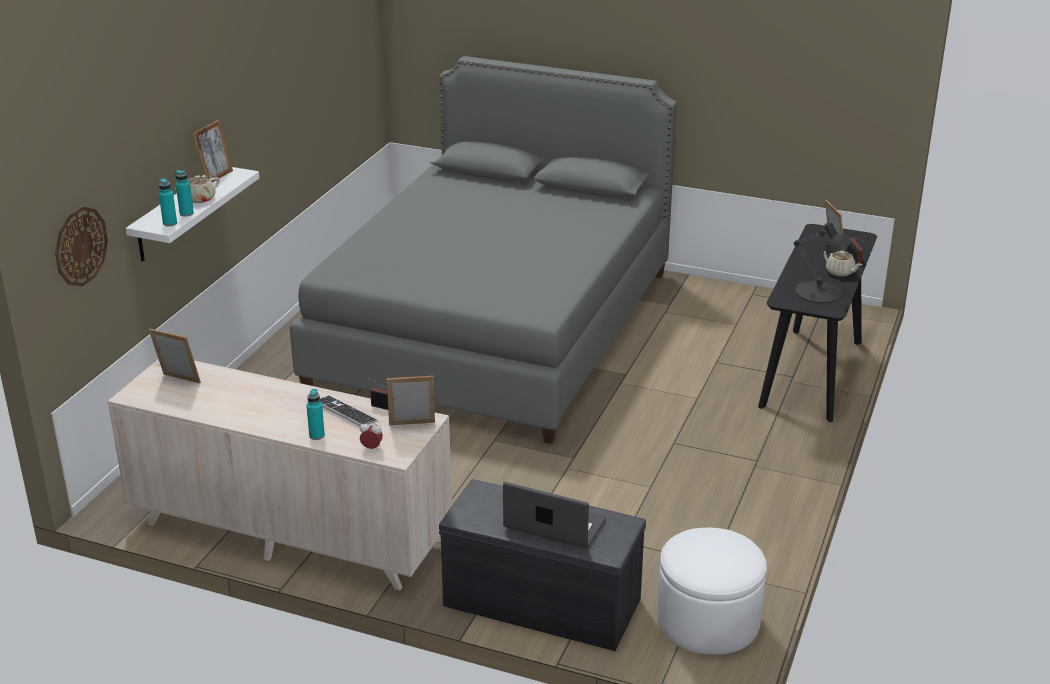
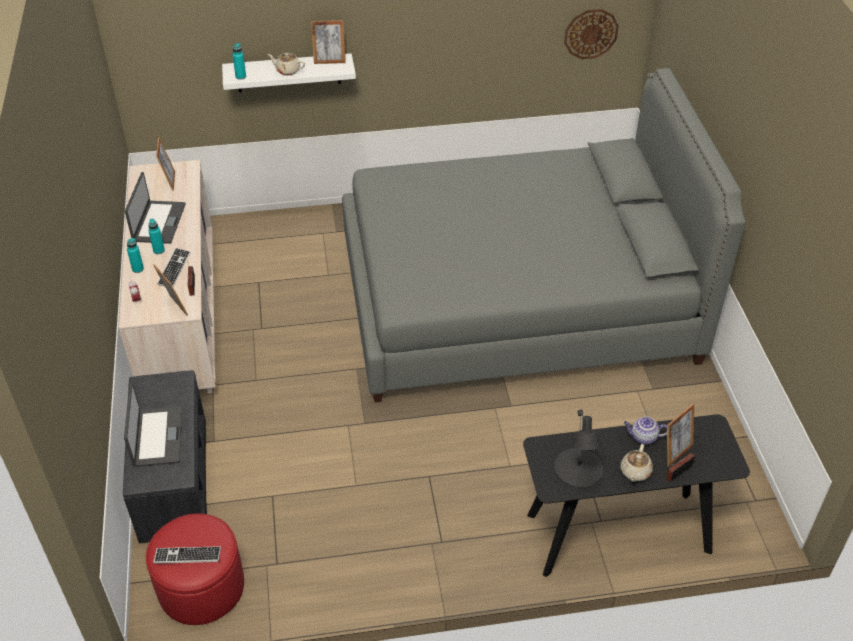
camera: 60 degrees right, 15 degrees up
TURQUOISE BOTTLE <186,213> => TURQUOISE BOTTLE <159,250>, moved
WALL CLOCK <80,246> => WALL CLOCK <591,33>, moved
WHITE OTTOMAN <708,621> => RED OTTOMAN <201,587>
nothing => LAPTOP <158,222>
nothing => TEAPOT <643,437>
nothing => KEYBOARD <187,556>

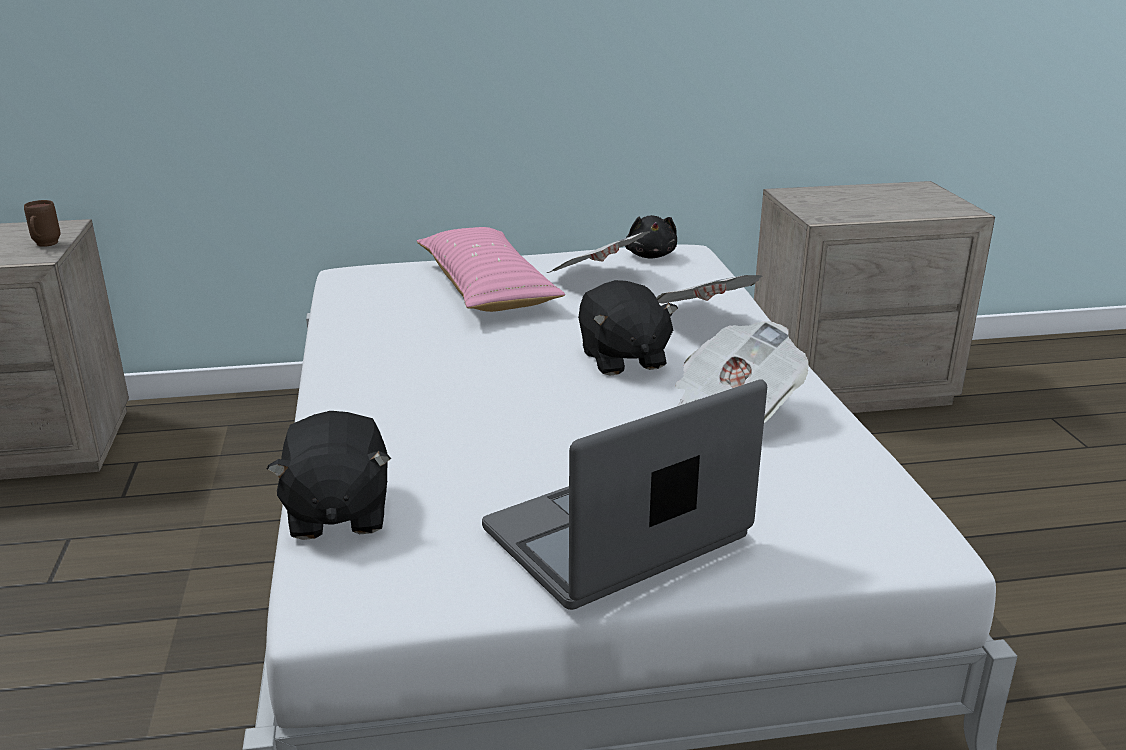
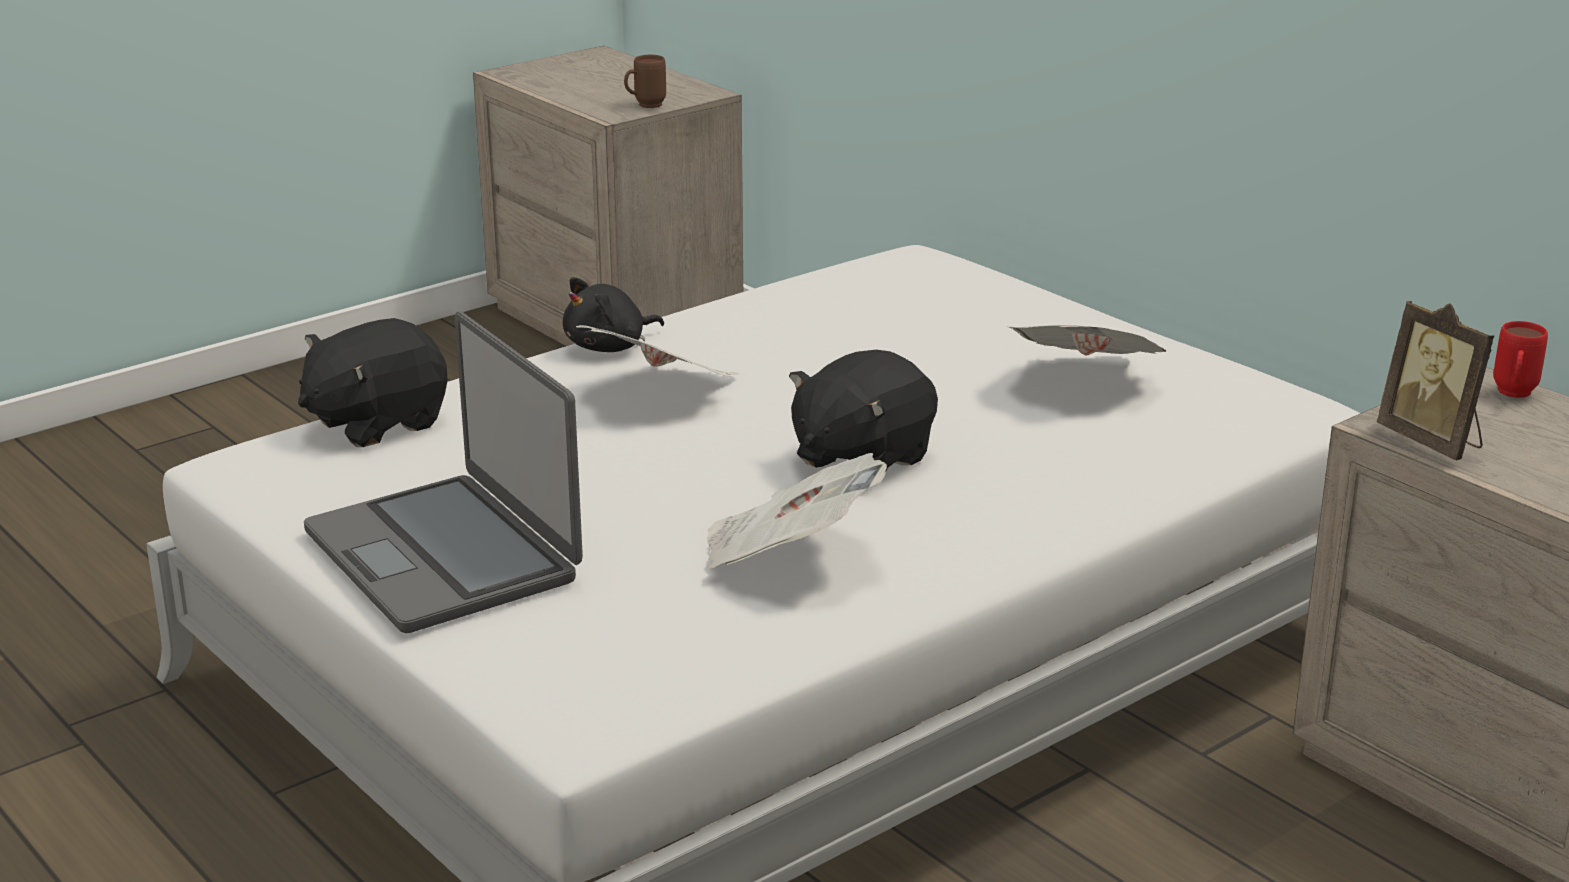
camera: 60 degrees right, 0 degrees up
BLACK PLUSH TOY <650,255> => BLACK PLUSH TOY <610,347>, moved
PINK PILLOW <487,288> => nothing
NEWSPAPER <702,318> => NEWSPAPER <664,392>, moved
LAPTOP <618,536> => LAPTOP <444,555>, 150 degrees counterclockwise
nothing => PICTURE FRAME <1433,441>
nothing => RED MUG <1513,395>

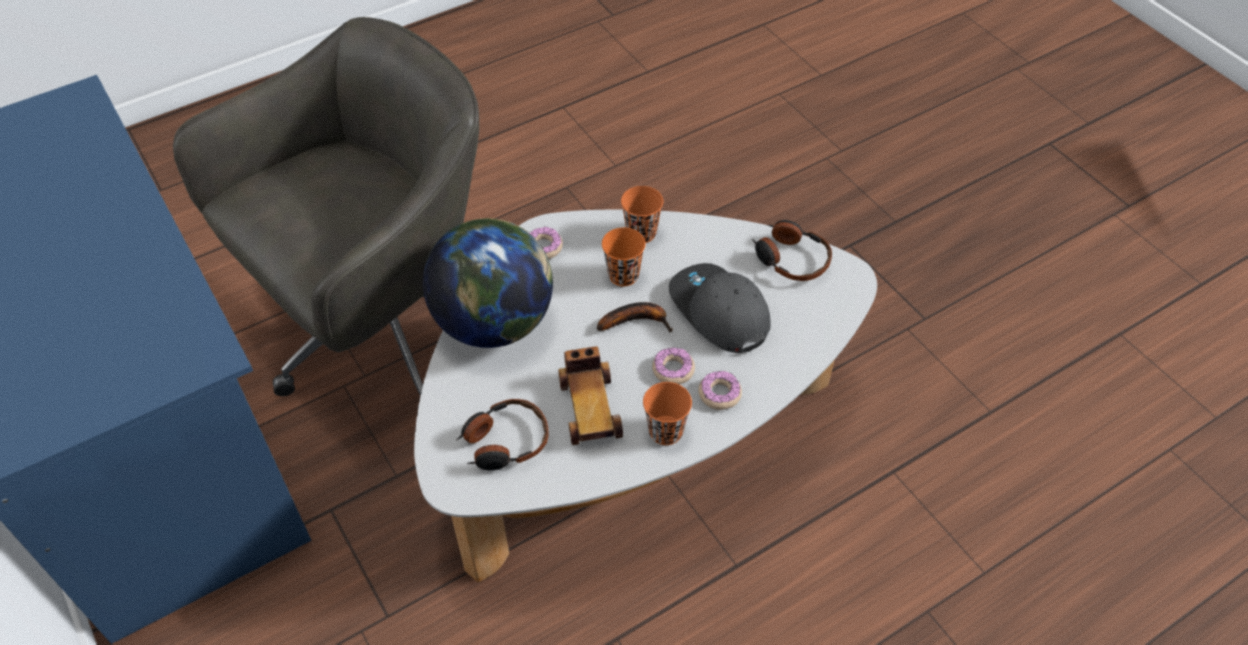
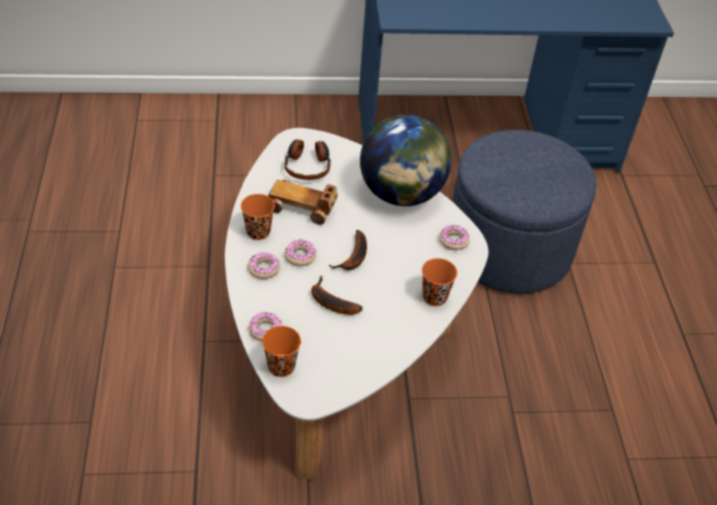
camera: 115 degrees right, 5 degrees down
GREY OFFICE CHAIR <382,330> => BLUE OTTOMAN <508,249>
HEADPHONES <790,259> => nothing
ORANGE CUP <623,275> => ORANGE CUP <281,366>, moved
GREY CAP <718,312> => BANANA <330,302>
nothing => DONUT <265,330>

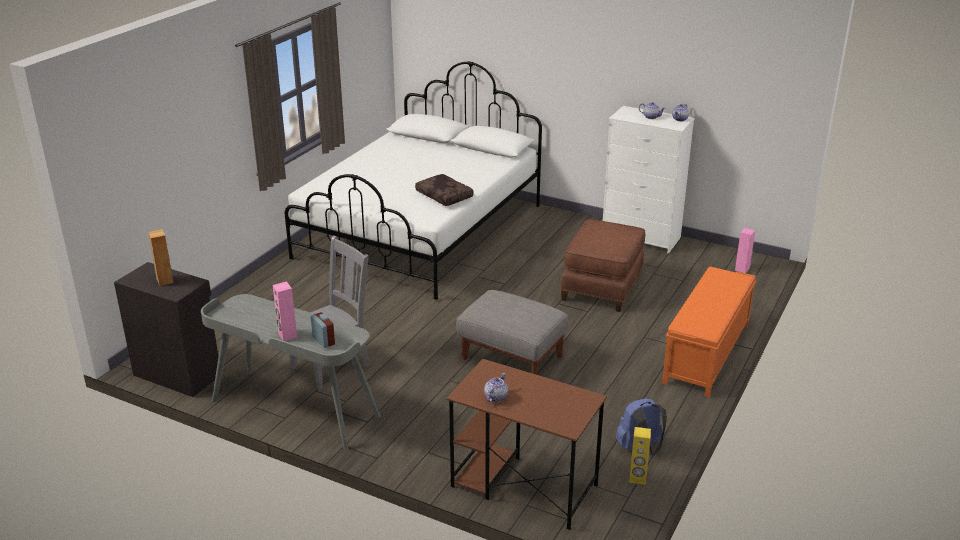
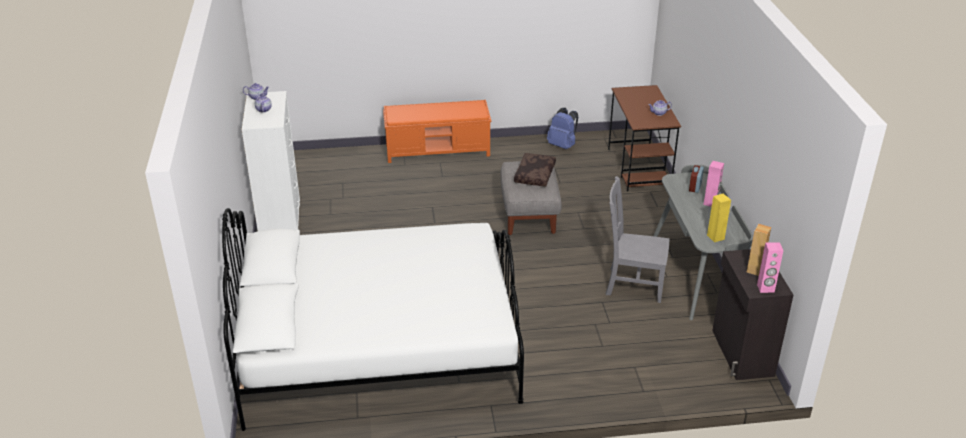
camera: 125 degrees left, 5 degrees up
BROWN PILLOW <445,196> => BROWN PILLOW <534,174>, moved
BROWN OTTOMAN <602,288> => nothing
PINK SPEAKER <742,269> => PINK SPEAKER <765,288>, moved
YELLOW SPEAKER <637,478> => YELLOW SPEAKER <715,237>, moved

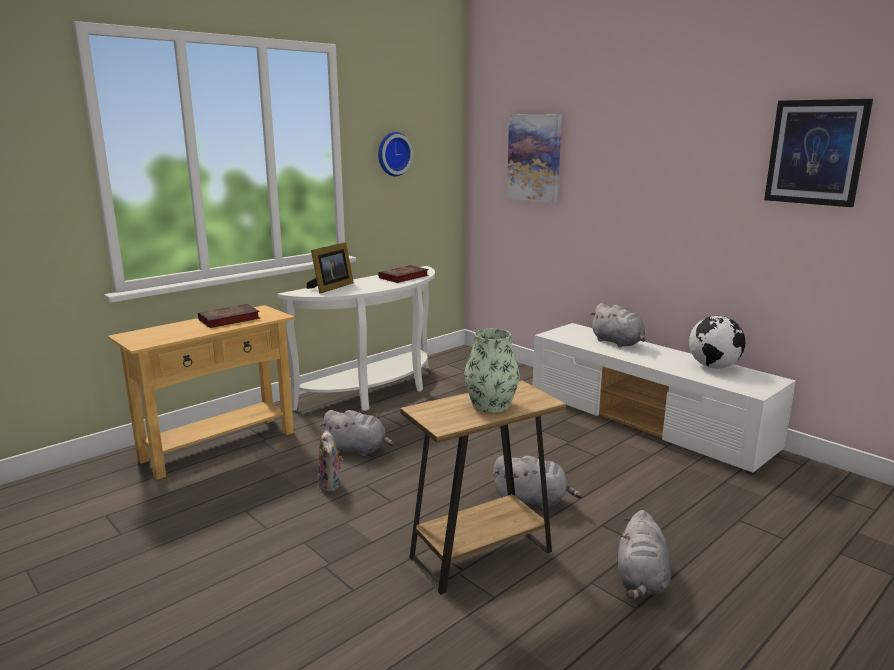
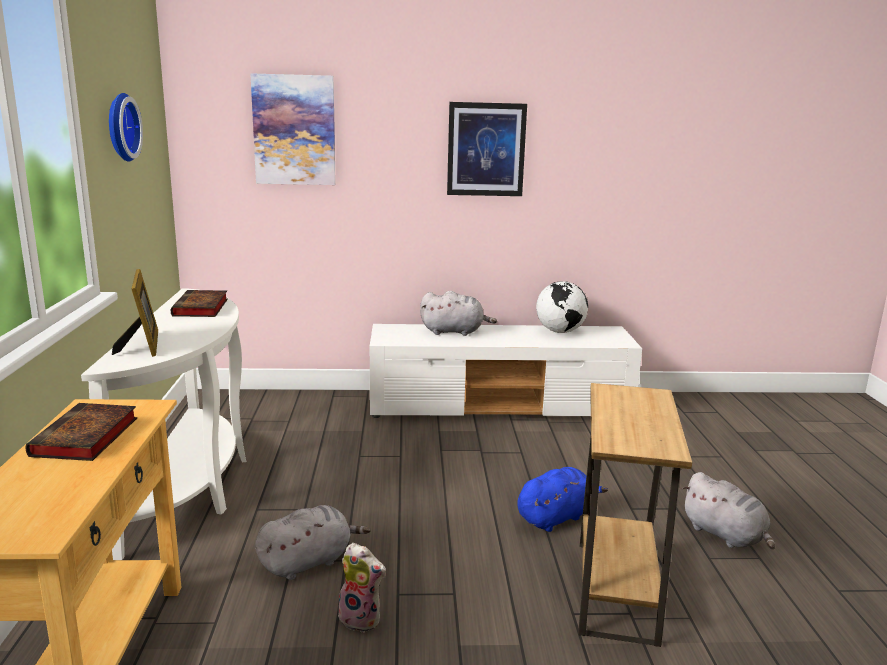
camera: 50 degrees left, 0 degrees up
PICTURE <816,152> => PICTURE <486,149>, moved
VASE <491,405> => nothing
GREY PLUSH TOY <533,500> => BLUE PLUSH TOY <556,517>

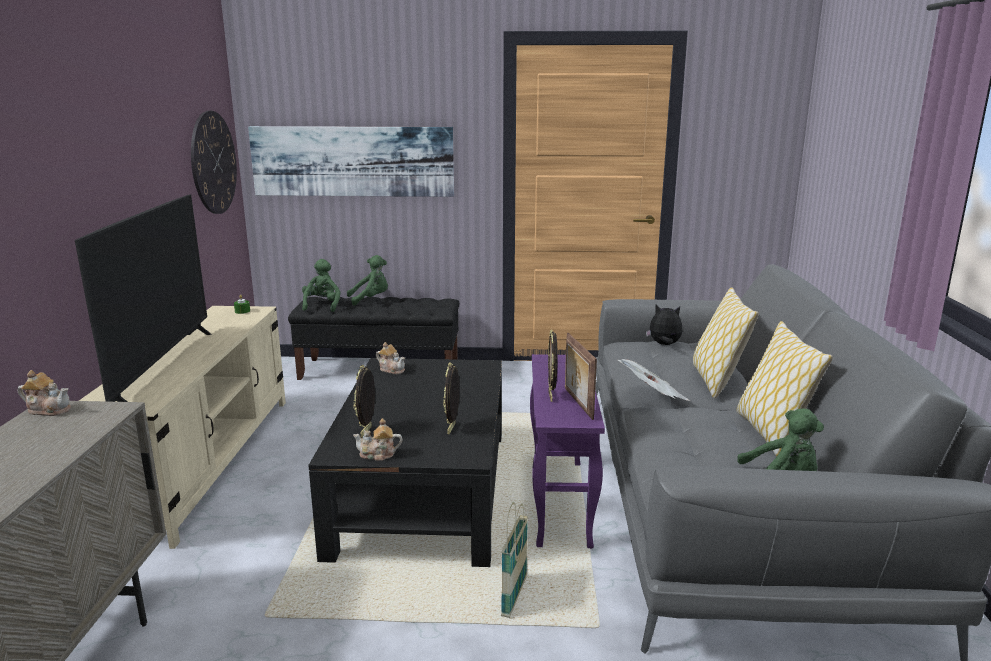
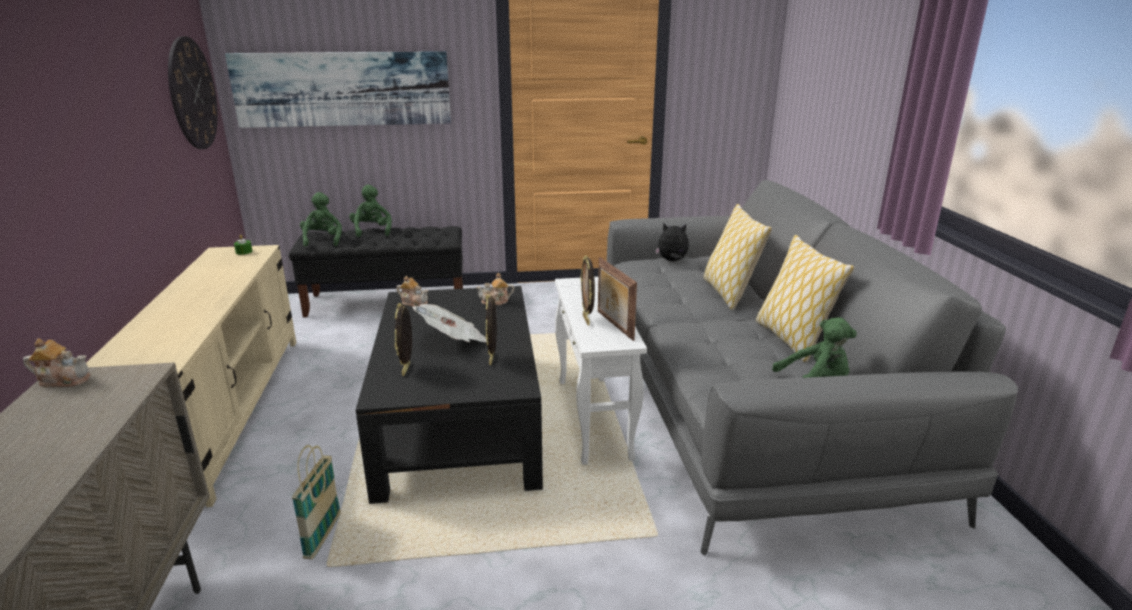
camera: 10 degrees left, 5 degrees up
TELEVISION <163,366> => nothing
GREEN PLUSH TOY <370,299> => GREEN PLUSH TOY <372,231>, 75 degrees counterclockwise
PURPLE SIDE TABLE <560,502> => WHITE SIDE TABLE <594,418>
NEWSPAPER <652,397> => NEWSPAPER <453,341>, moved
TEAPOT <378,455> => TEAPOT <495,301>, moved
BASKET <514,597> => BASKET <323,536>, moved

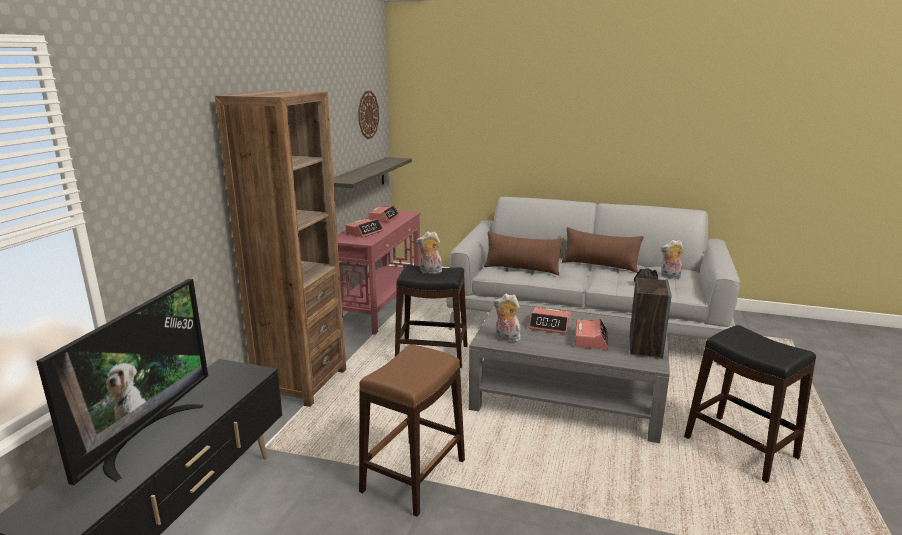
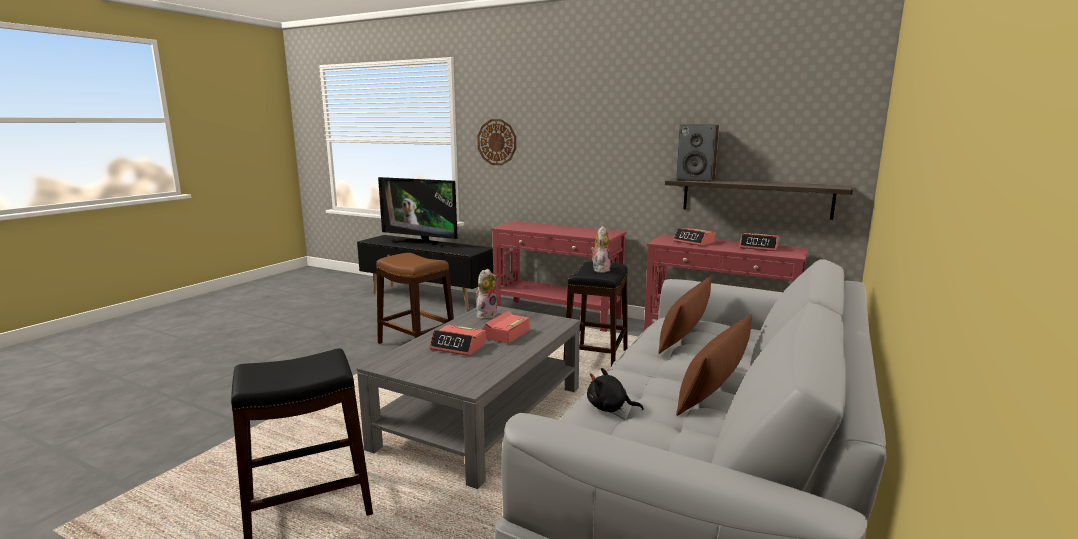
camera: 100 degrees right, 5 degrees down
BROWN BOOKCASE <301,382> => RED CONSOLE TABLE <557,315>
WALL CLOCK <368,114> => WALL CLOCK <497,142>, moved
PLUSH TOY <670,277> => nothing
SPEAKER <645,347> => SPEAKER <696,179>, moved

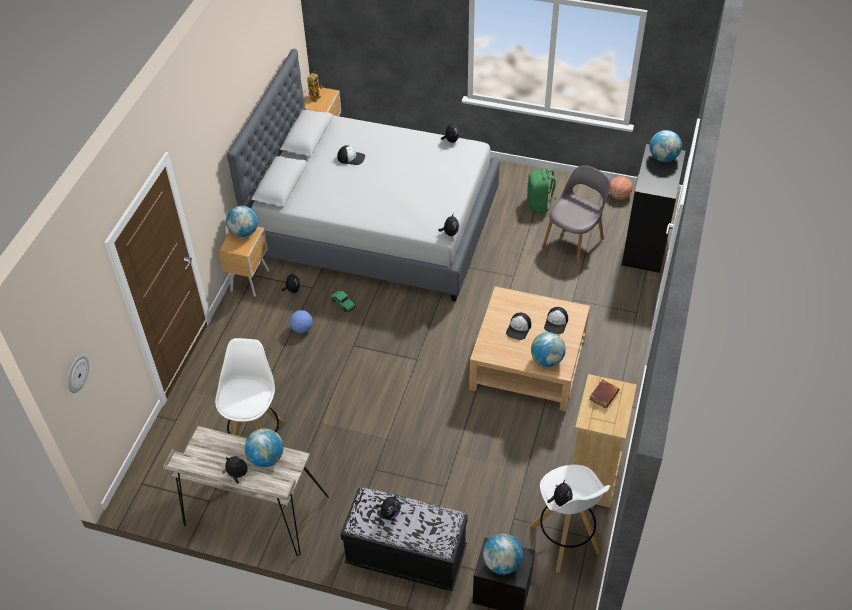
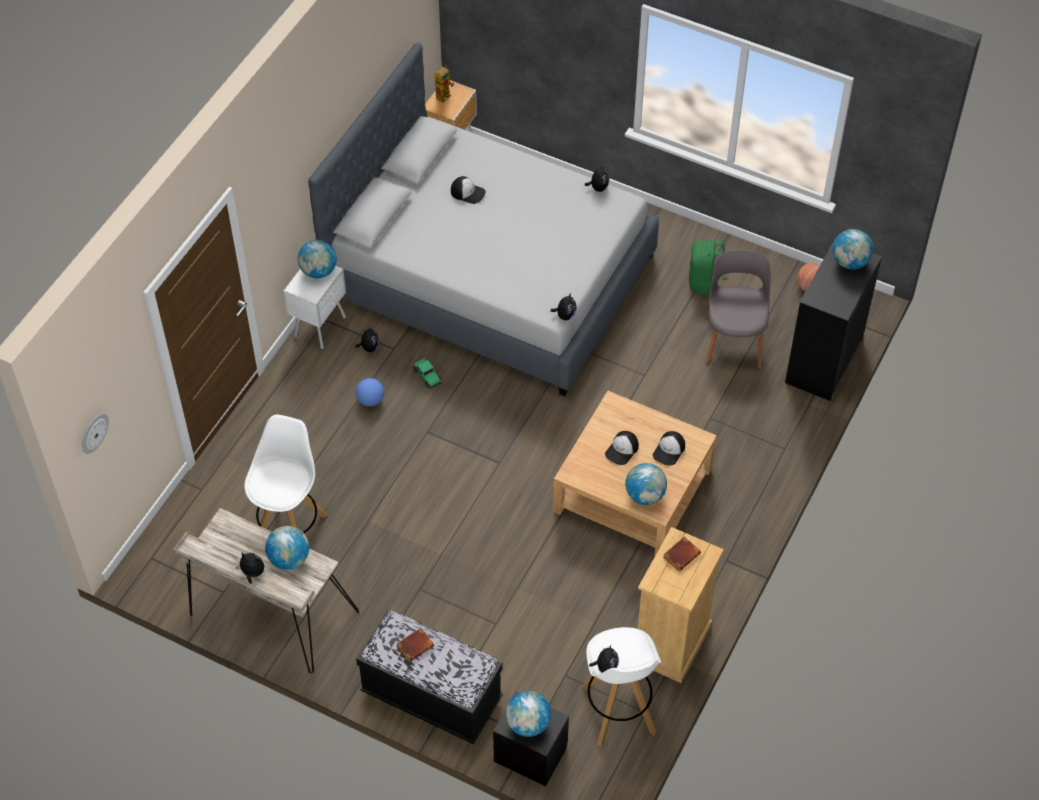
camera: 10 degrees right, 5 degrees up
GREY CHAIR <574,241> => GREY CHAIR <734,340>, 45 degrees counterclockwise
BROWN NIGHTSTAND <251,280> => WHITE NIGHTSTAND <321,326>
PLUSH TOY <390,513> => BROWN BOOK <415,645>

